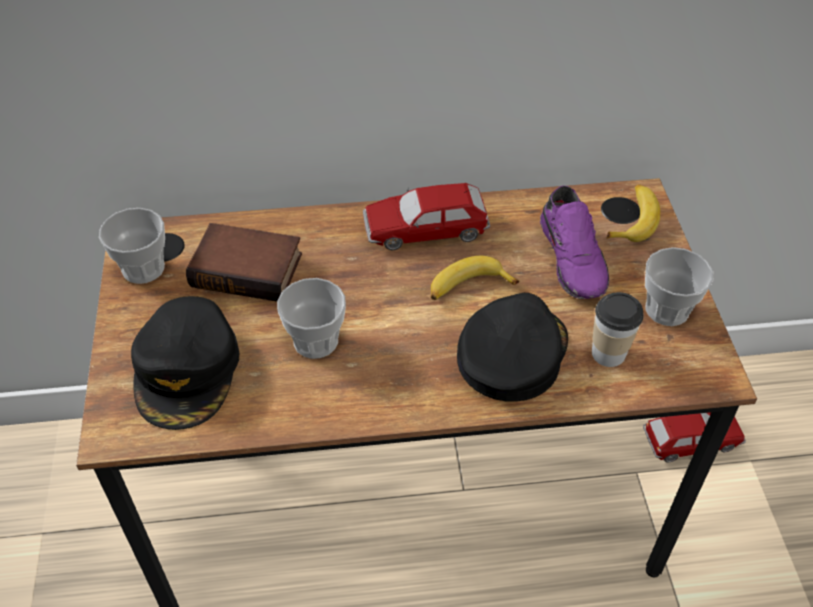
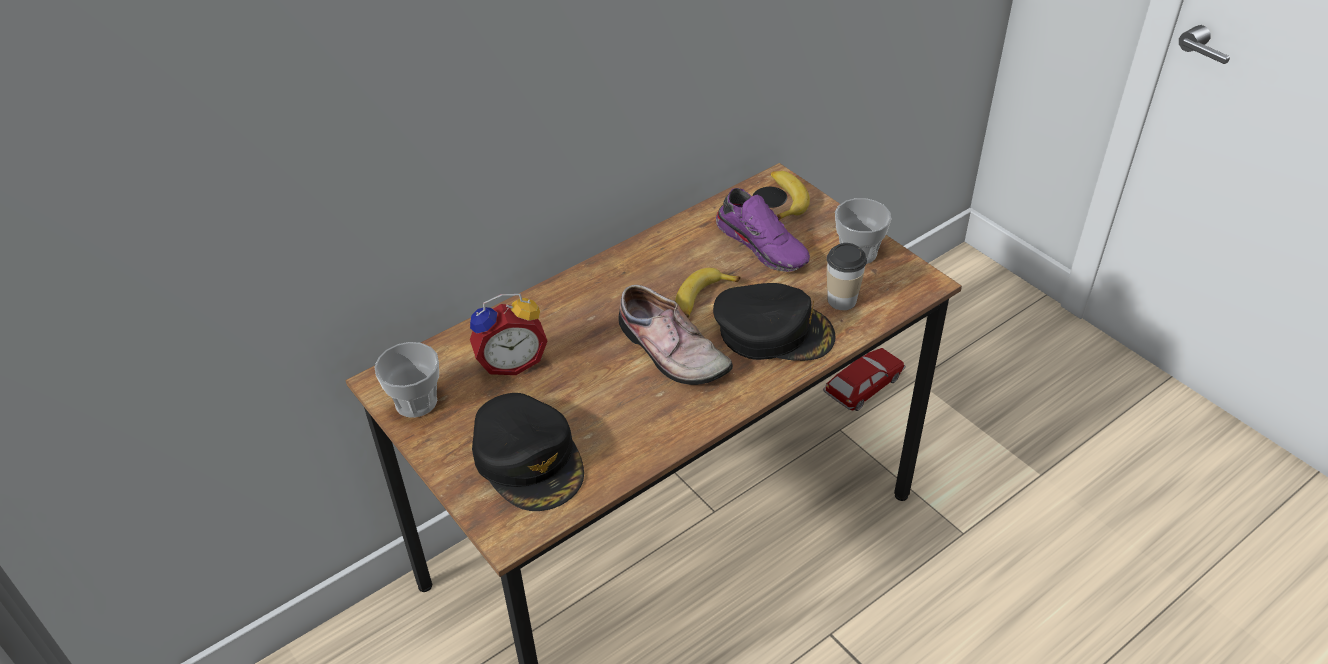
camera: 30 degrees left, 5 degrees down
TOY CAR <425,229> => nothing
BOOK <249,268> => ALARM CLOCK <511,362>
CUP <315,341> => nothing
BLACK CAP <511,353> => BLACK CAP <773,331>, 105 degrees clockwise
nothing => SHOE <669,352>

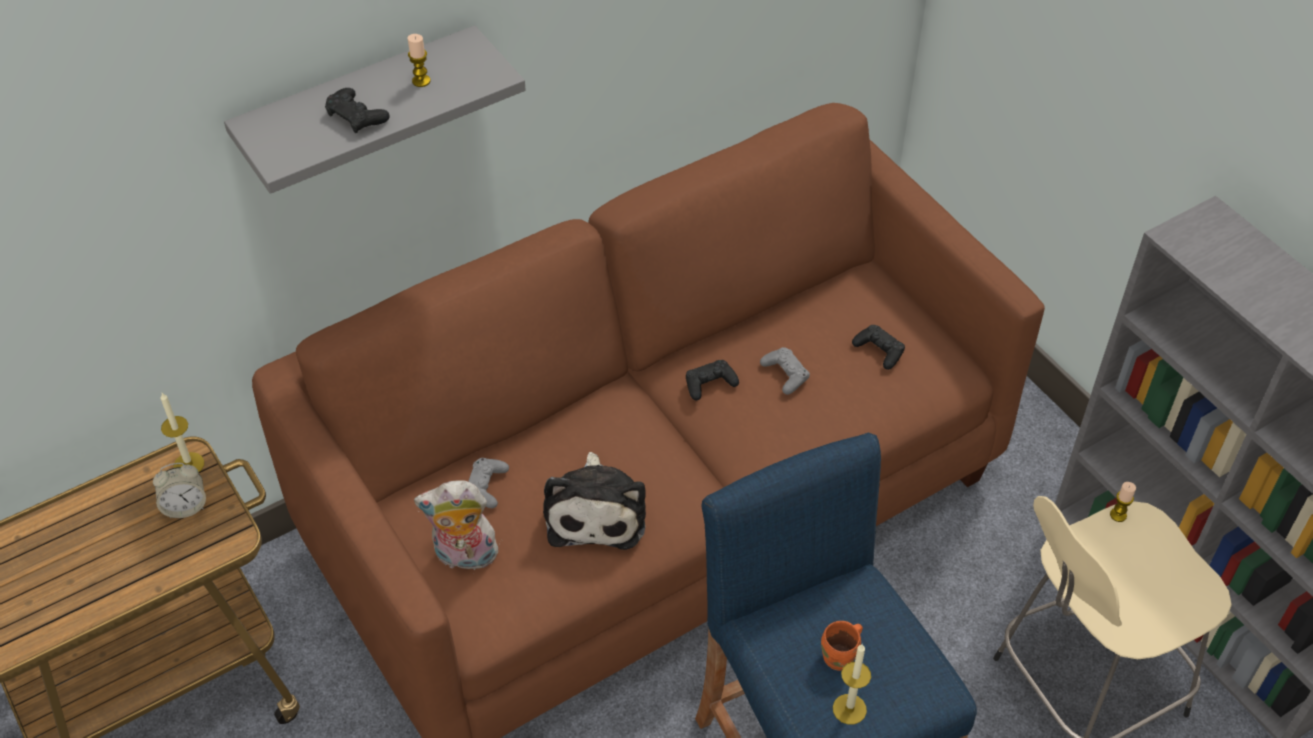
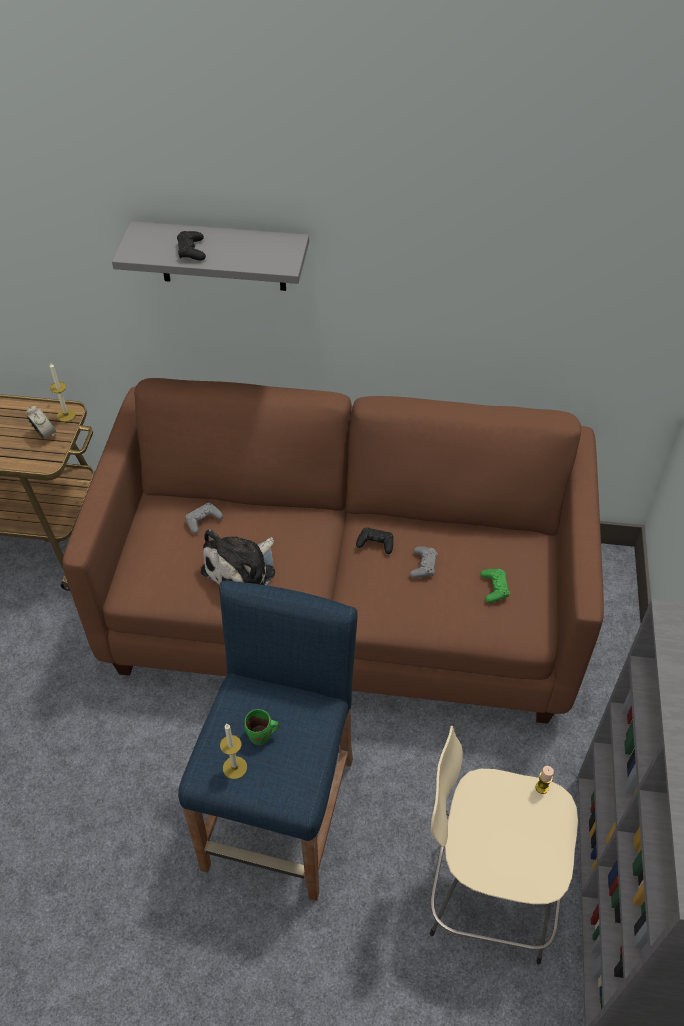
camera: 40 degrees right, 0 degrees up
CANDLE <421,81> => nothing
BLACK GAME CONTROLLER <879,350> => GREEN GAME CONTROLLER <494,588>
ALARM CLOCK <185,506> => ALARM CLOCK <45,434>, 150 degrees counterclockwise
PLUSH TOY <464,557> => nothing
ORANGE MUG <841,658> => GREEN MUG <261,736>

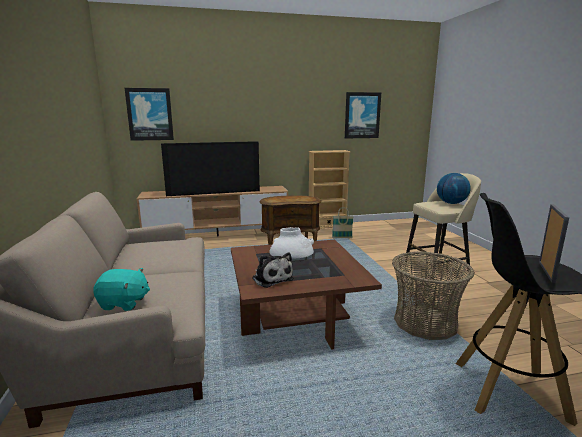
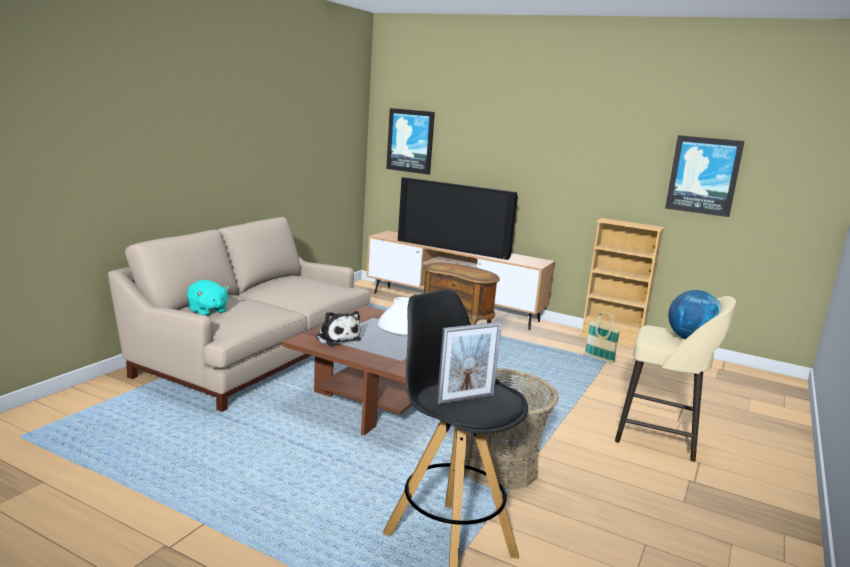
camera: 40 degrees right, 0 degrees up
PLUSH TOY <271,278> => PLUSH TOY <337,338>, 45 degrees counterclockwise

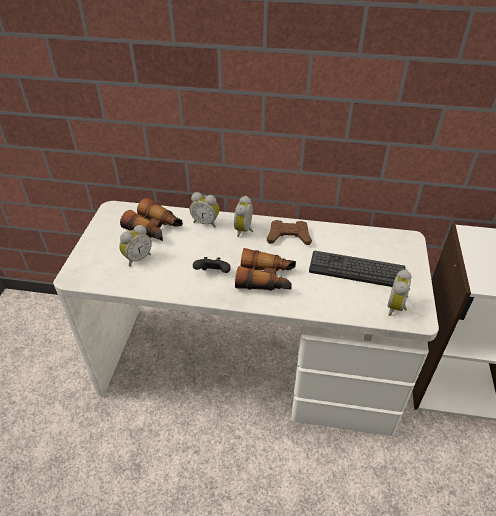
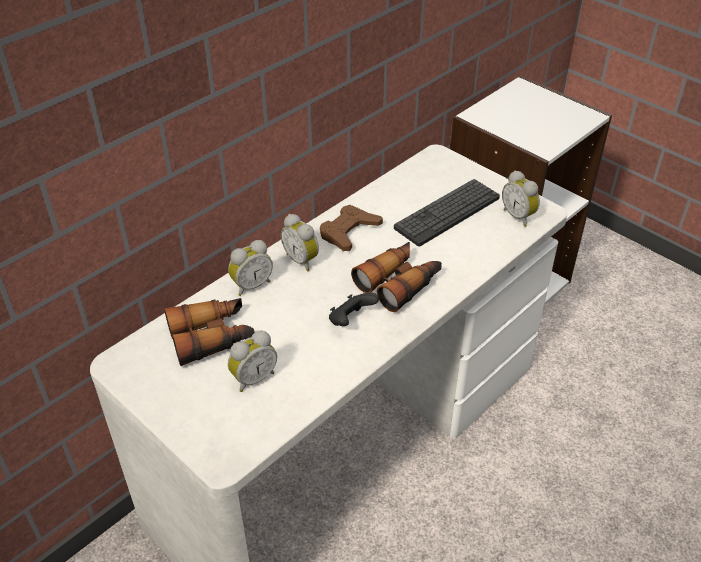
camera: 55 degrees left, 0 degrees up
ALARM CLOCK <137,258> => ALARM CLOCK <253,378>, 60 degrees clockwise

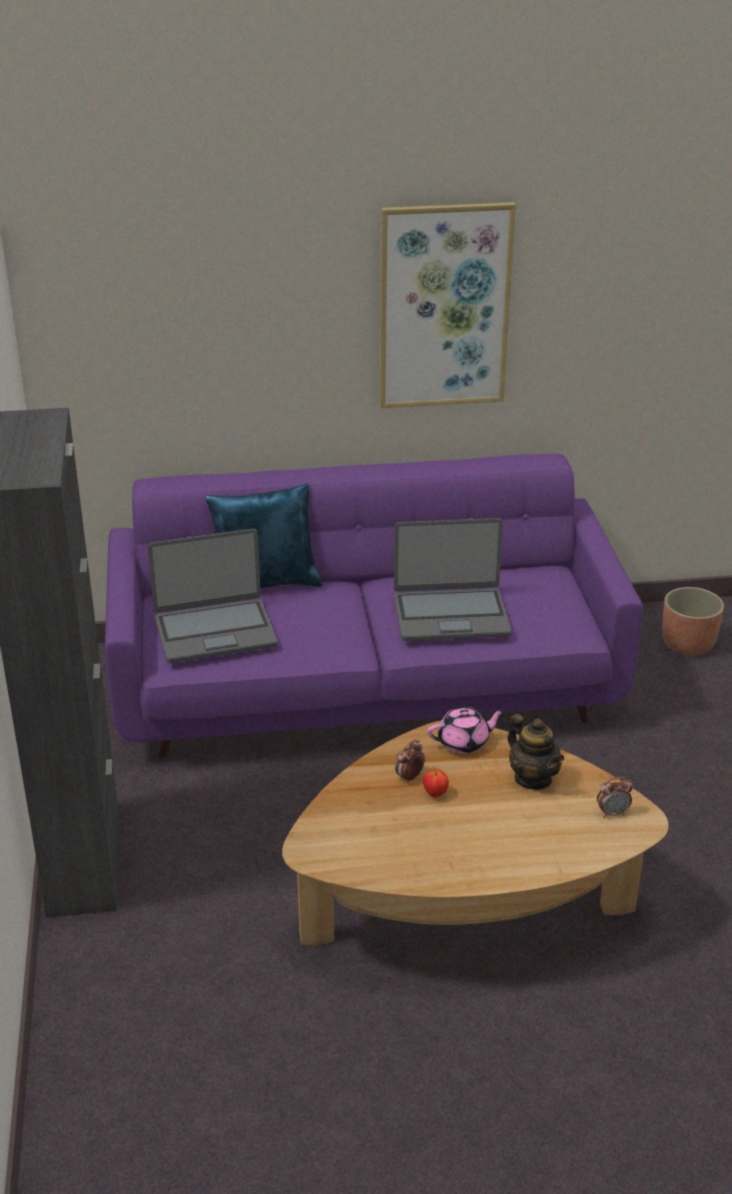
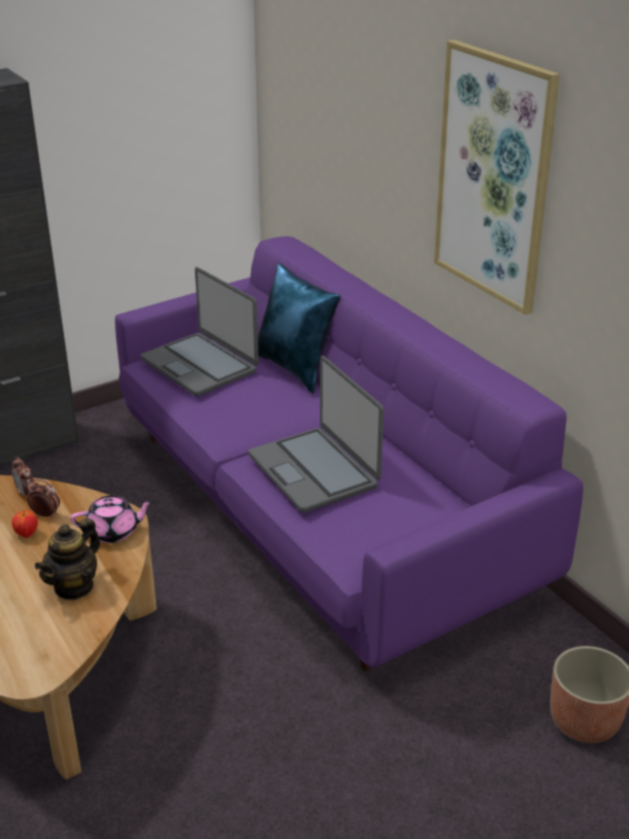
camera: 65 degrees right, 0 degrees up
PINK TEAPOT <464,742> => PINK TEAPOT <113,532>, 60 degrees counterclockwise
ALARM CLOCK <612,813> => ALARM CLOCK <26,494>, moved

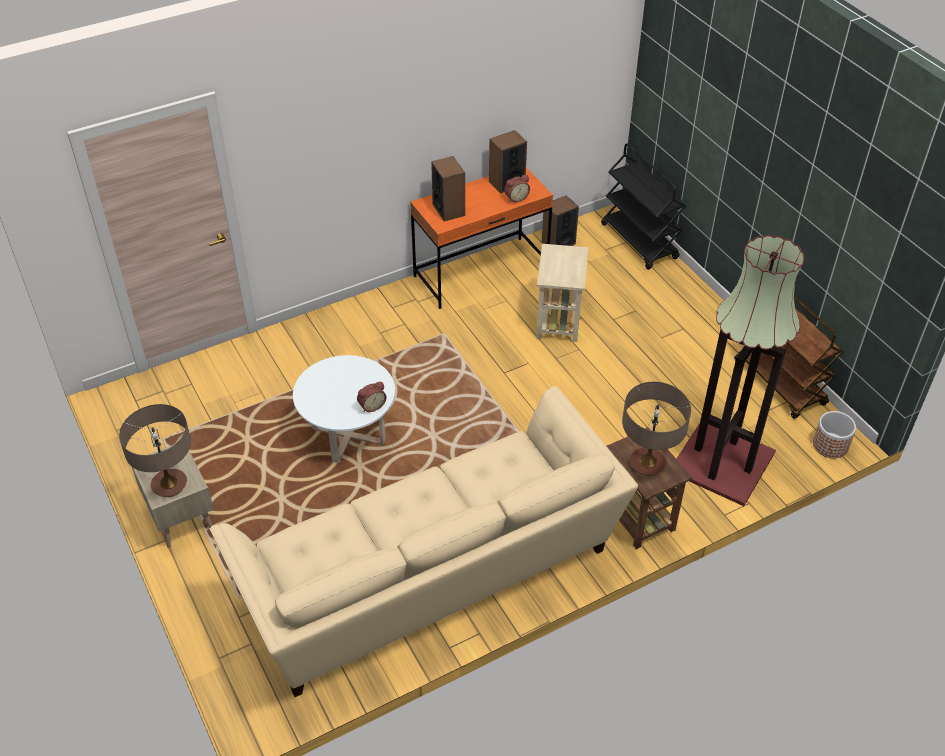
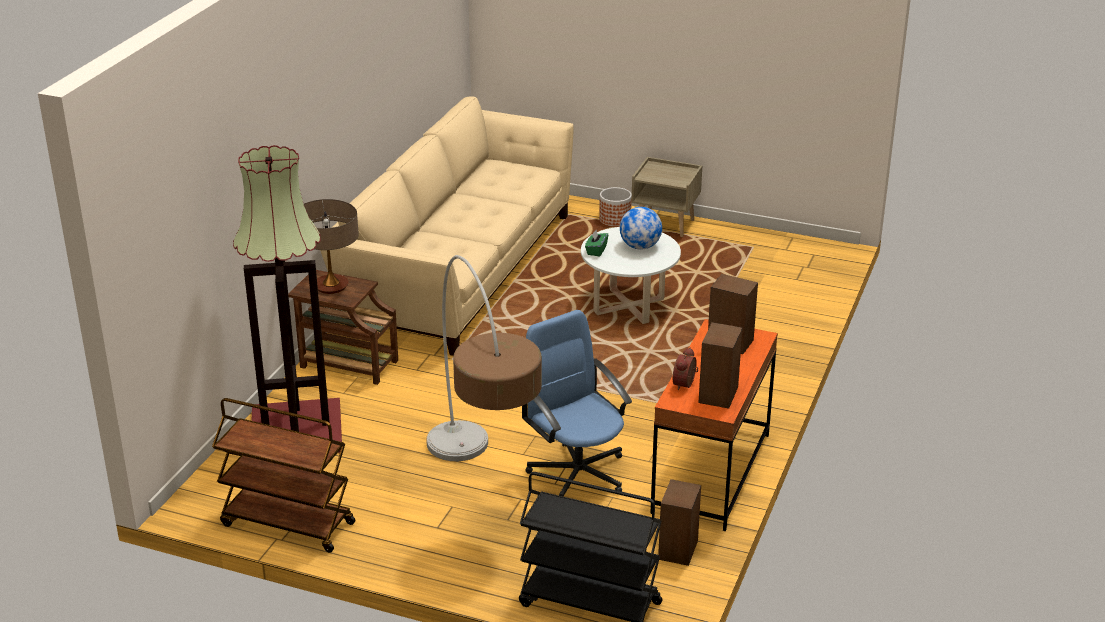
camera: 140 degrees right, 15 degrees down
BEIGE SIDE TABLE <559,317> => BLUE OFFICE CHAIR <578,472>
ALARM CLOCK <371,405> => GREEN TISSUE BOX <596,251>
TABLE LAMP <169,485> => nothing
PLANTER <830,445> => PLANTER <614,220>, moved
nothing => GLOBE <640,247>
nothing => FLOOR LAMP <482,492>

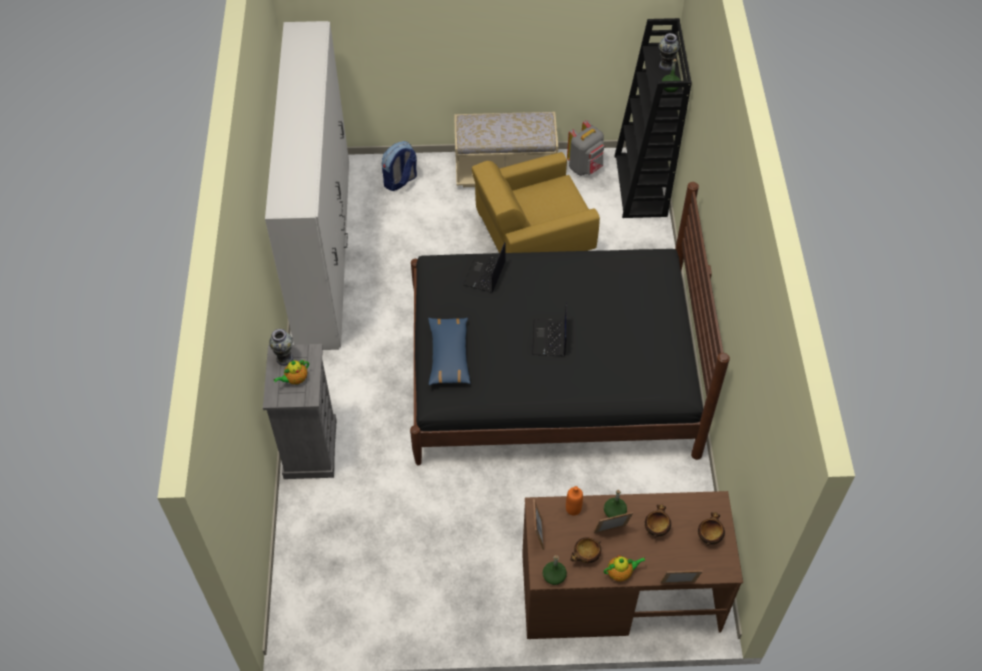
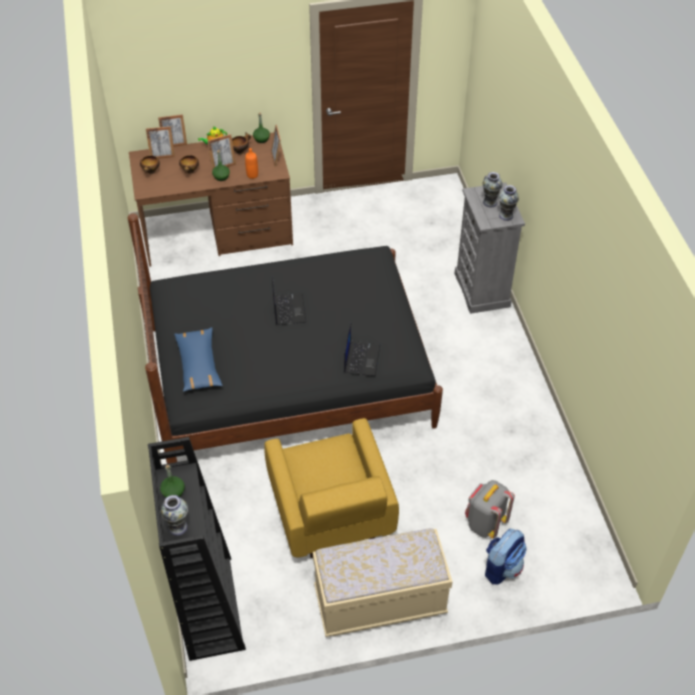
camera: 170 degrees right, 5 degrees down
WHITE WARDROBE <323,251> => nothing
GREY BACKPACK <585,167> => GREY BACKPACK <485,523>, moved
YELLOW ARMCHAIR <532,238> => YELLOW ARMCHAIR <331,514>, 105 degrees clockwise
BLUE PILLOW <449,355> => BLUE PILLOW <198,365>, moved
TEAPOT <295,379> => VASE <489,202>
nothing => PICTURE FRAME <162,155>

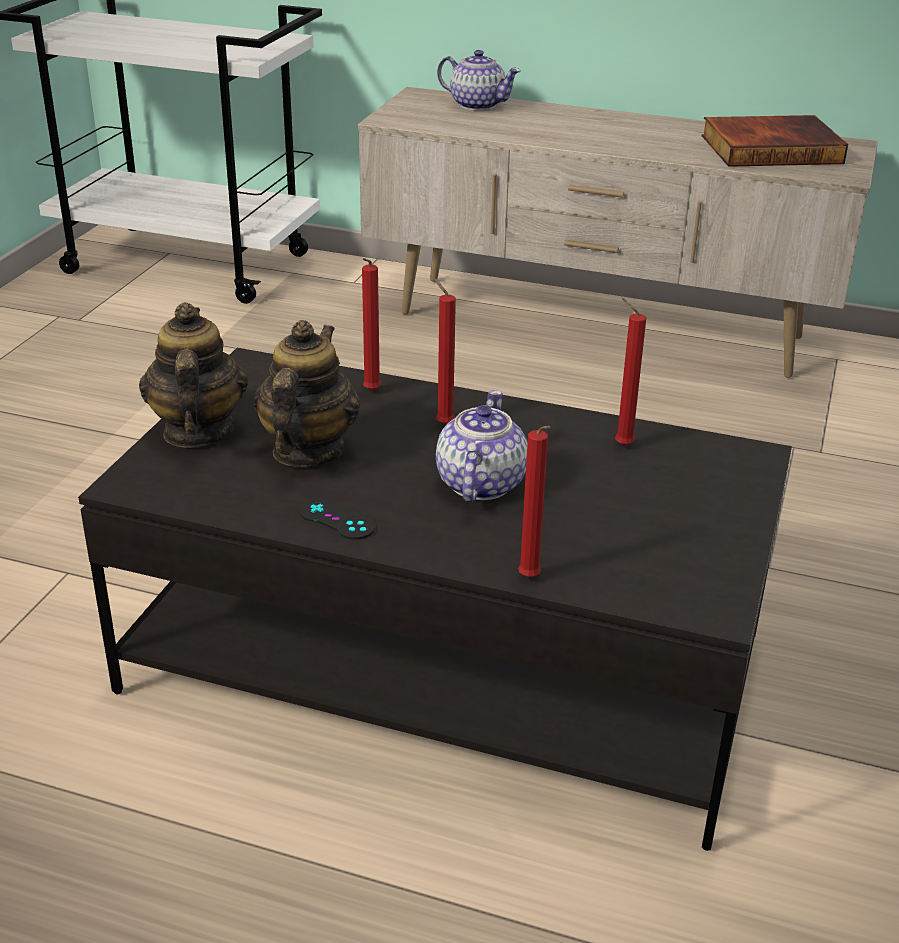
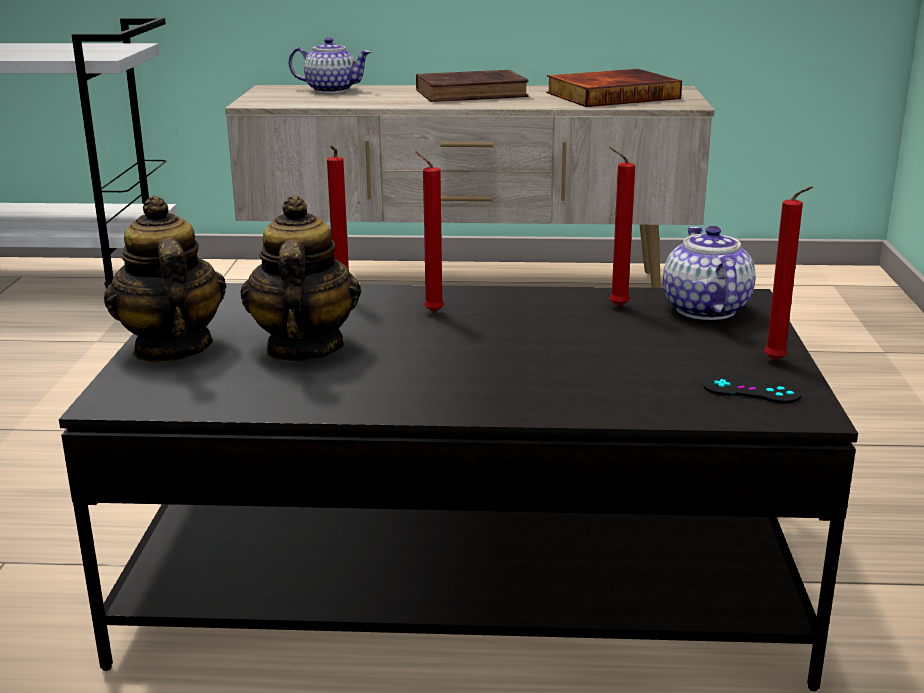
camera: 15 degrees left, 10 degrees down
TEAPOT <479,484> => TEAPOT <705,310>, moved
RED CANDLE <530,579> => RED CANDLE <778,362>, moved
BLACK GAME CONTROLLER <337,520> => BLACK GAME CONTROLLER <751,390>, moved
nothing => BROWN BOOK <474,93>

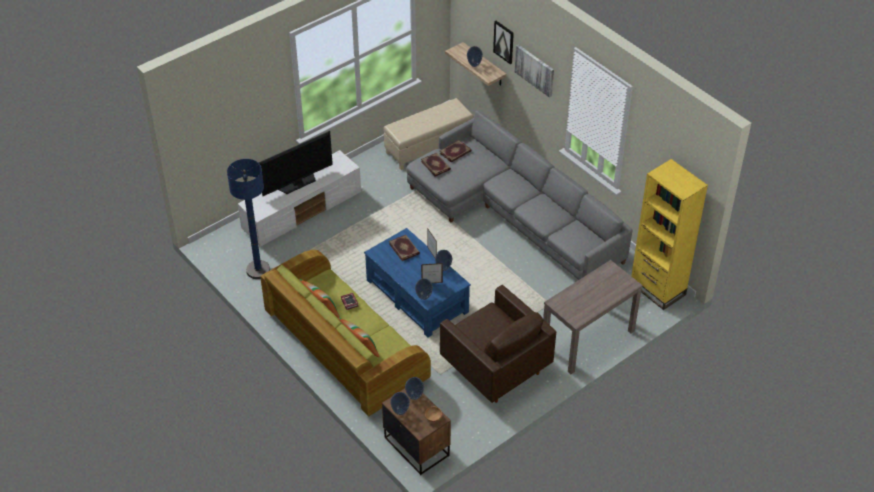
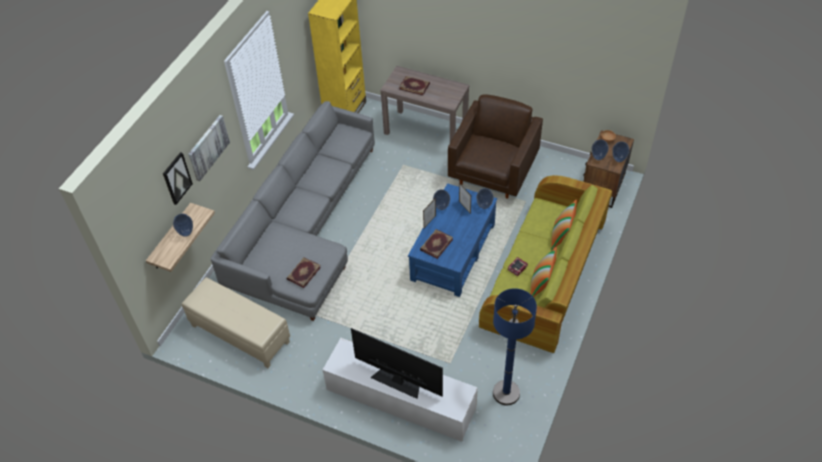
camera: 115 degrees left, 5 degrees up
BOOK <455,152> => BOOK <414,86>, moved

